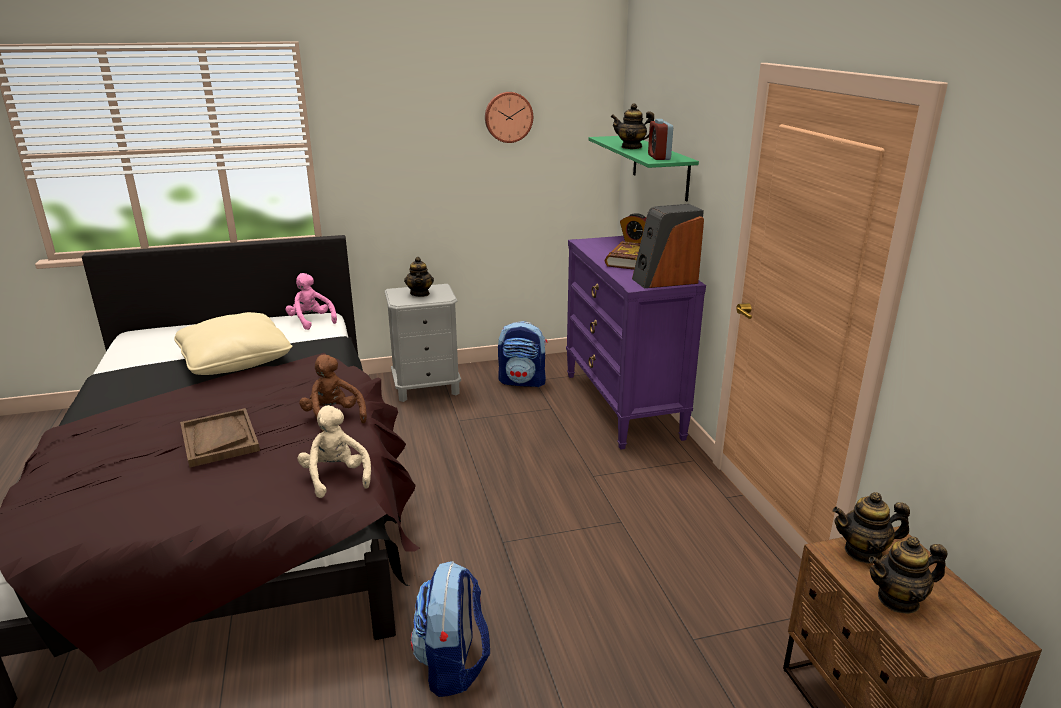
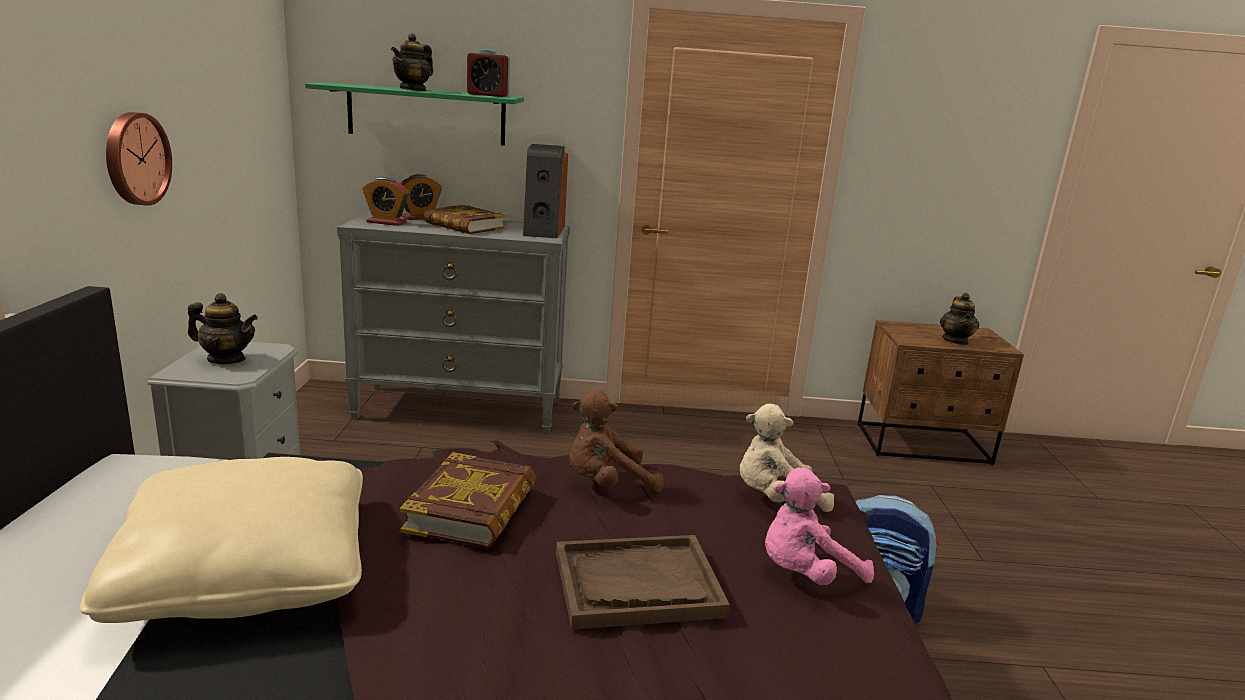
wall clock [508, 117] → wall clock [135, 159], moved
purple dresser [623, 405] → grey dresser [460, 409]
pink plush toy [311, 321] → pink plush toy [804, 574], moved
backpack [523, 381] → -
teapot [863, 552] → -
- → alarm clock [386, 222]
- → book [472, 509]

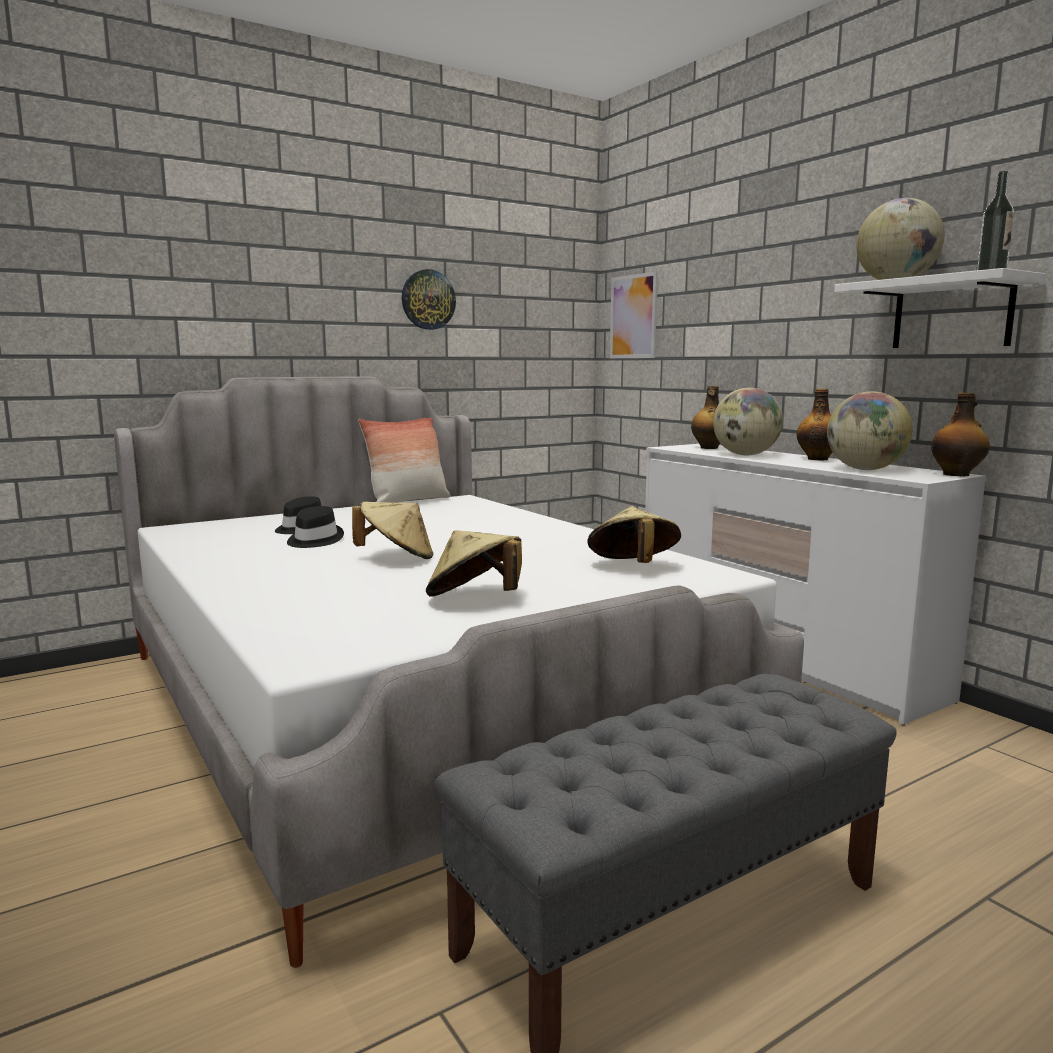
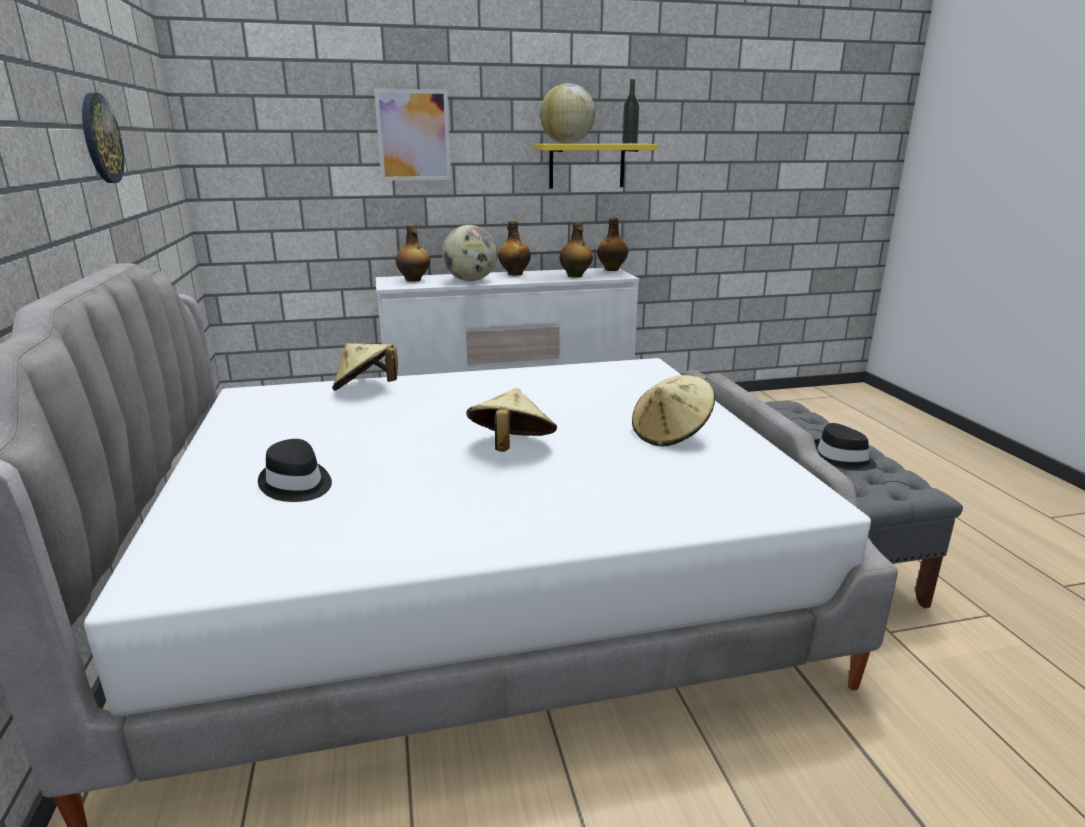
white shelf [952, 314] → yellow shelf [587, 166]
picture [633, 316] → picture [413, 135], moved
globe [865, 469] → bottle [575, 276]
pillow [408, 502] → -
black hat [314, 540] → black hat [842, 459], moved
beige hat [633, 567] → beige hat [366, 389], moved

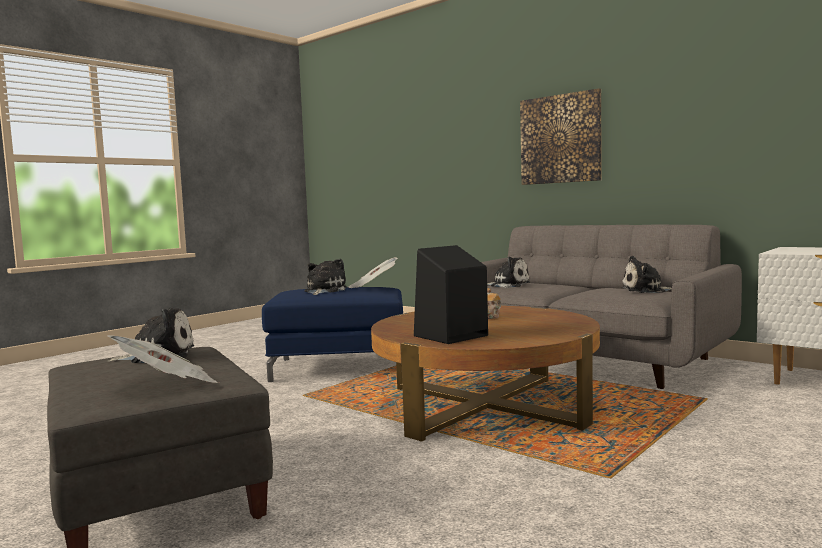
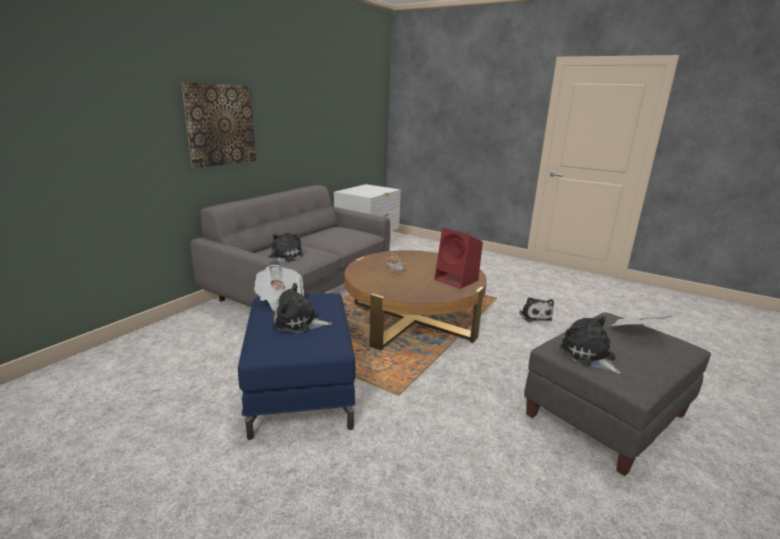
black speaker [449, 336] → red speaker [457, 280]
plush toy [646, 290] → plush toy [534, 316], moved

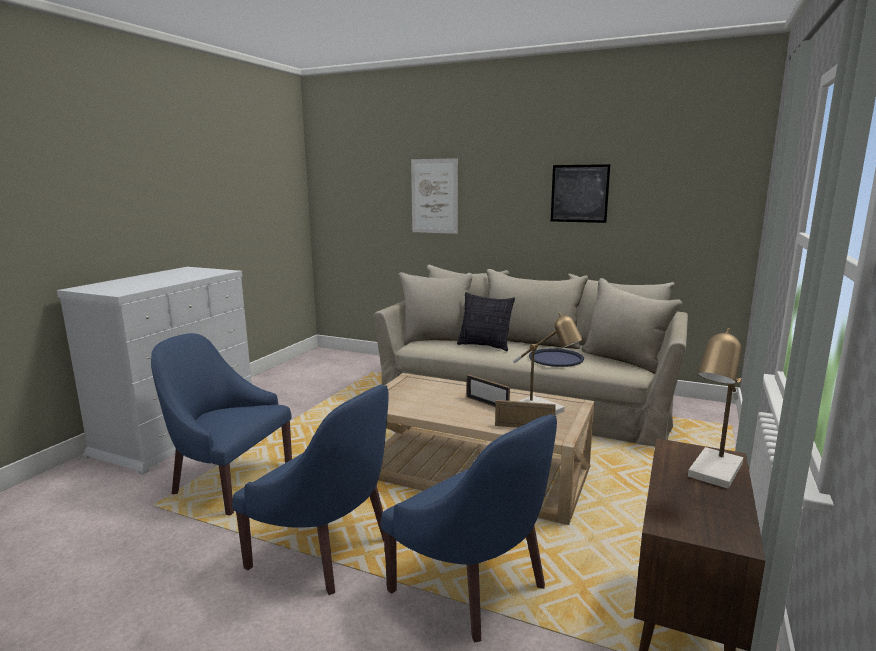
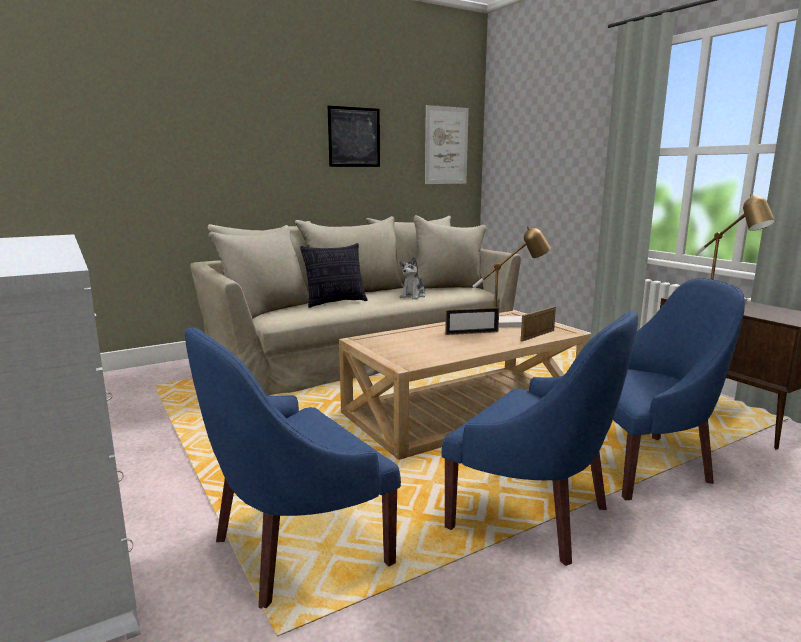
picture [434, 196] → picture [446, 145], moved
blue tray [556, 358] → plush toy [413, 296]
blue armchair [326, 550] → blue armchair [534, 514], 60 degrees clockwise

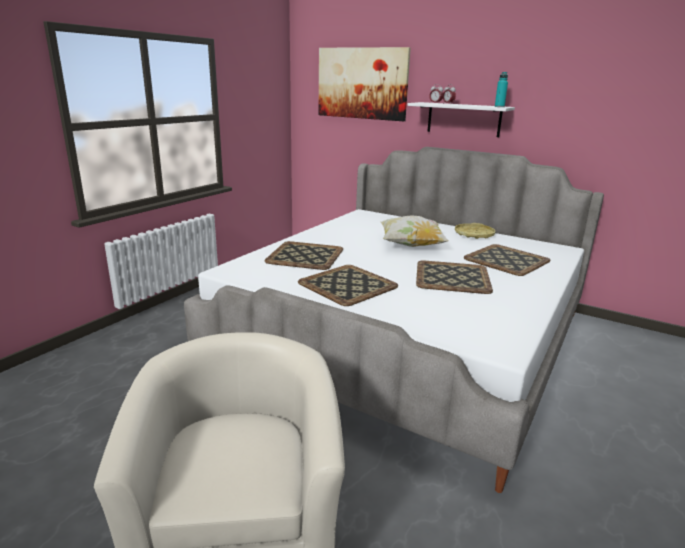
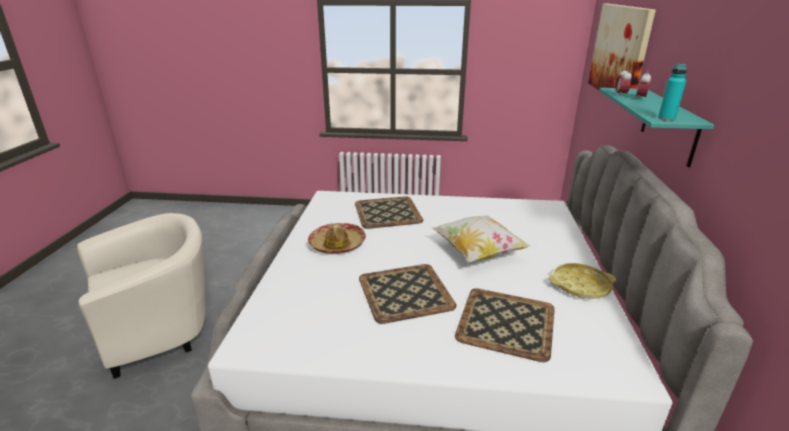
white shelf [463, 119] → turquoise shelf [669, 126]
tray [347, 285] → hat [337, 244]

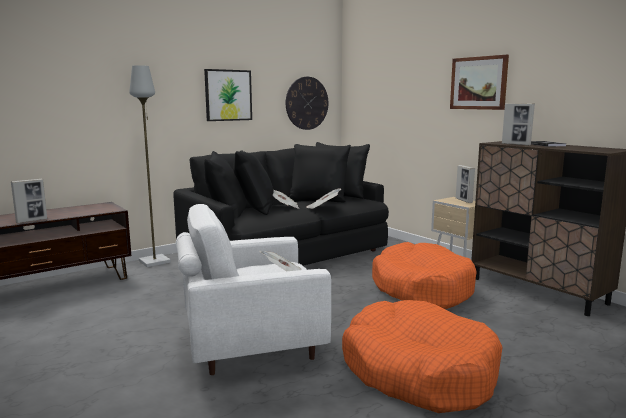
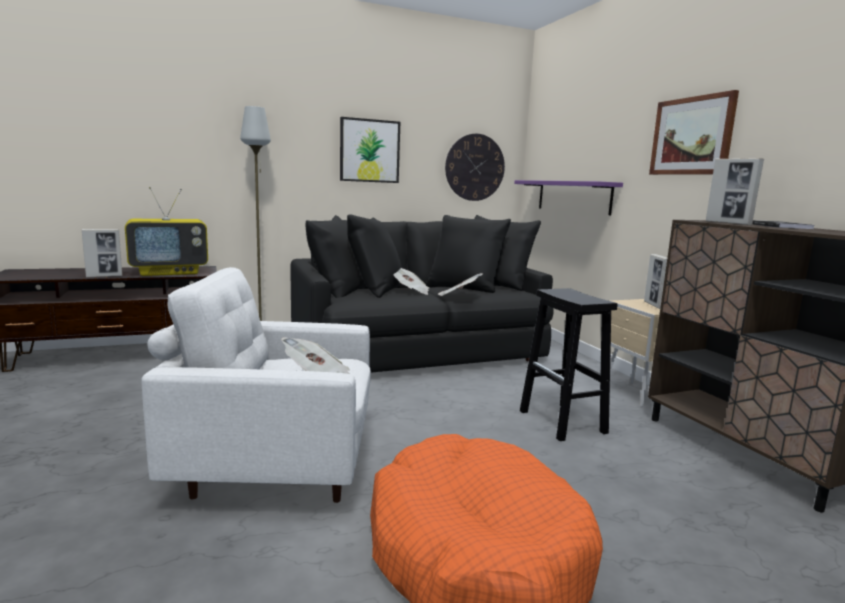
orange dog bed [422, 289] → black stool [563, 422]
- → purple shelf [573, 196]
- → television [170, 272]

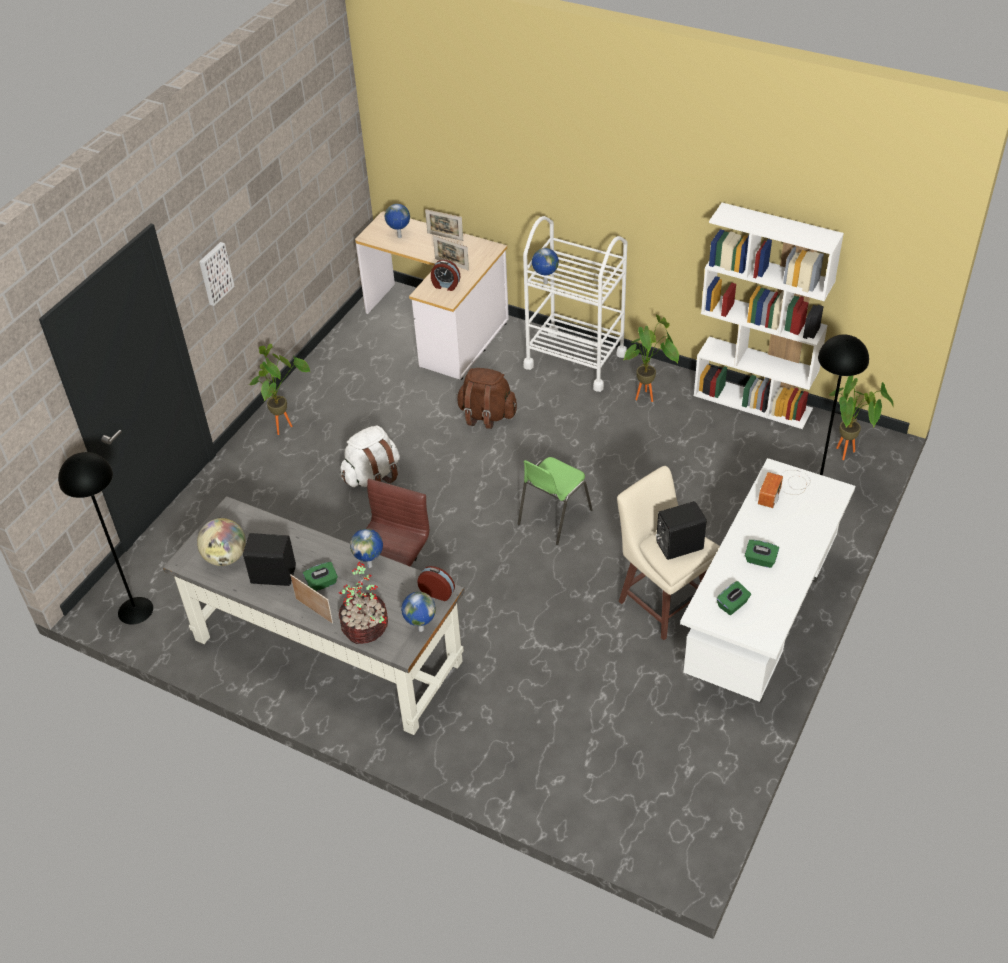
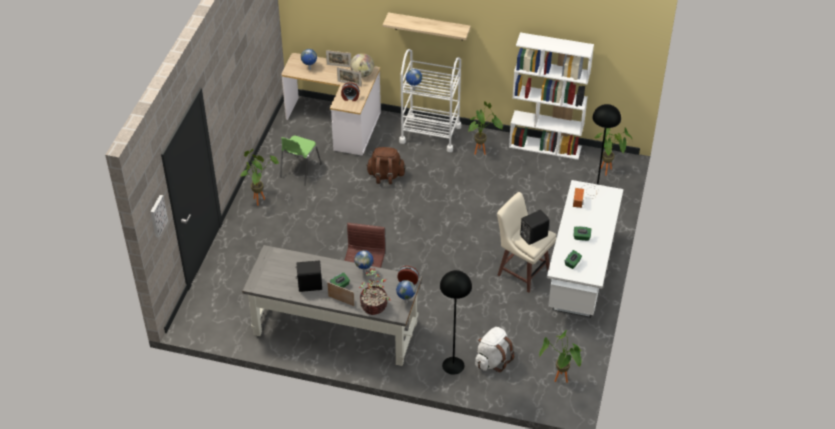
picture [214, 273] → picture [157, 215], moved
white backpack [372, 477] → white backpack [492, 360], moved
black floor lamp [135, 611] → black floor lamp [453, 365], moved
green chair [553, 517] → green chair [300, 170], moved
globe [225, 557] → globe [362, 74], moved
- → shelf [429, 26]
- → potted plant [560, 381]

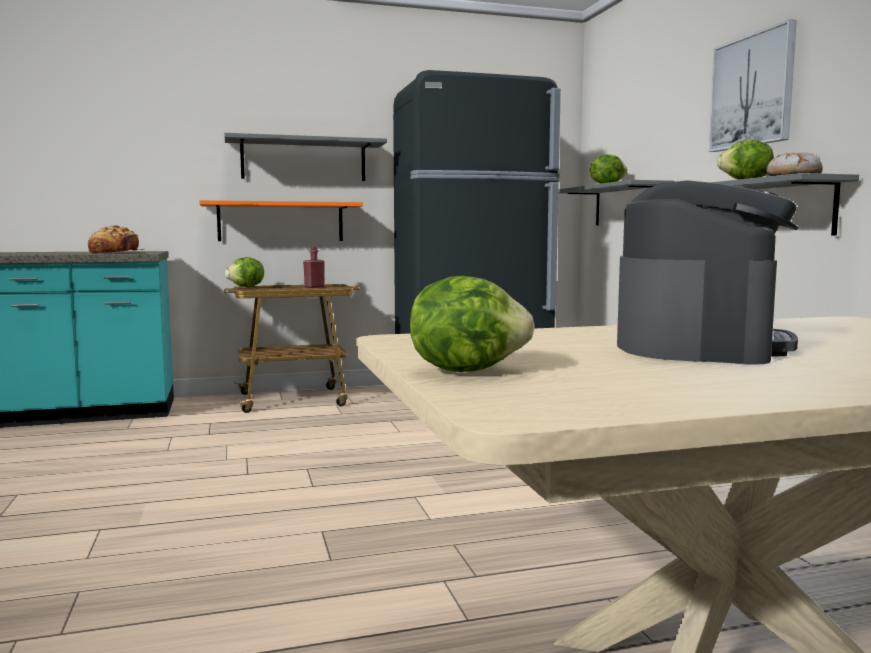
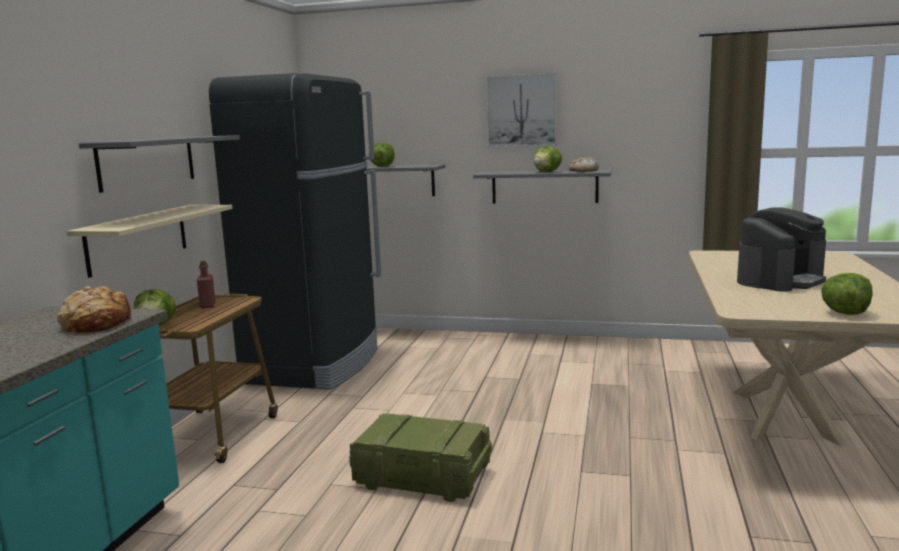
coffee machine [699, 345] → coffee machine [780, 280], 90 degrees clockwise
orange shelf [281, 222] → beige shelf [138, 238]
- → crate [424, 477]

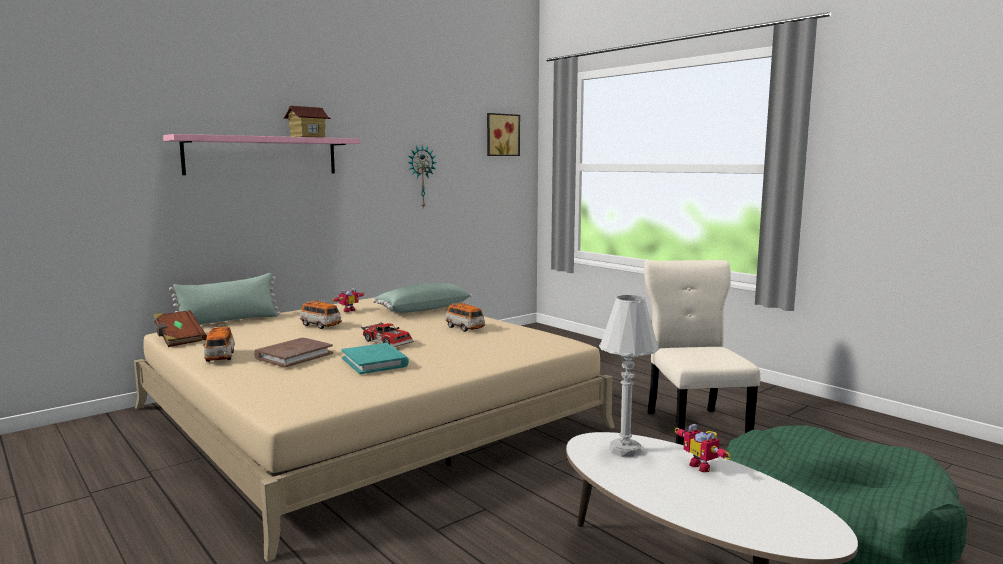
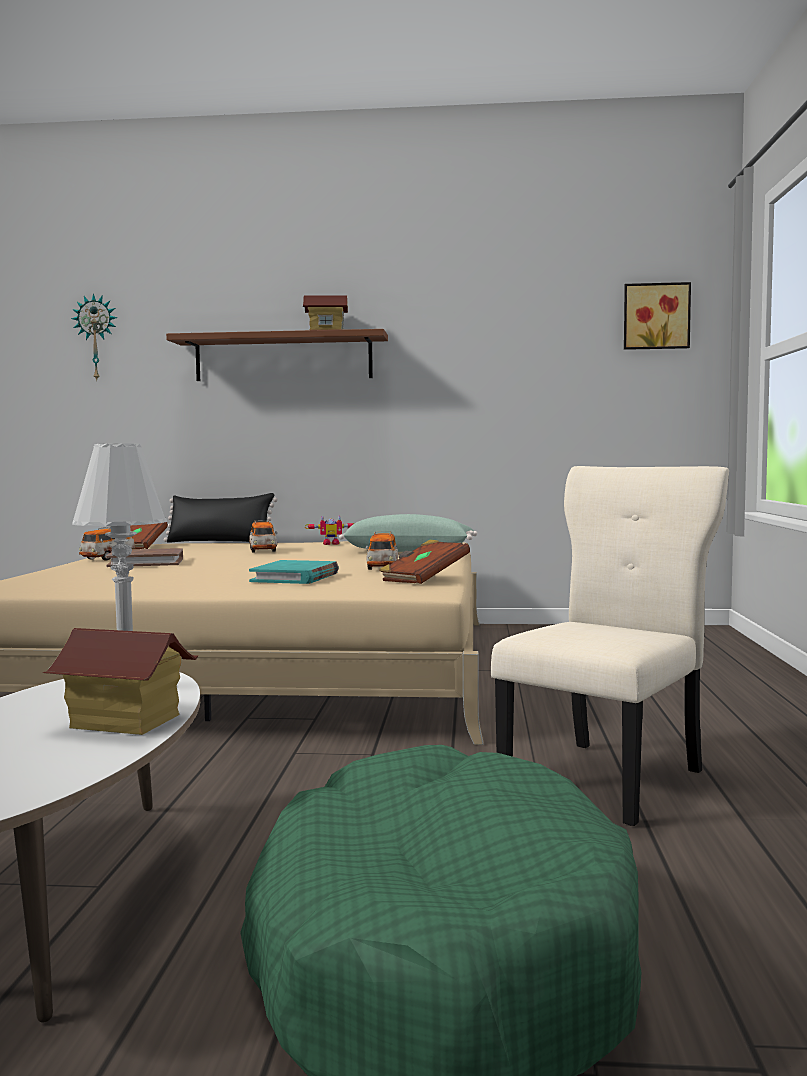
pink shelf [262, 155] → brown shelf [283, 358]
wall clock [421, 176] → wall clock [96, 338], moved
green pillow [229, 321] → black pillow [219, 542]
toy car [388, 341] → -
turquoise book [375, 362] → turquoise book [295, 577], moved
toy robot [703, 466] → toy house [125, 722]
- → brown book [424, 579]

